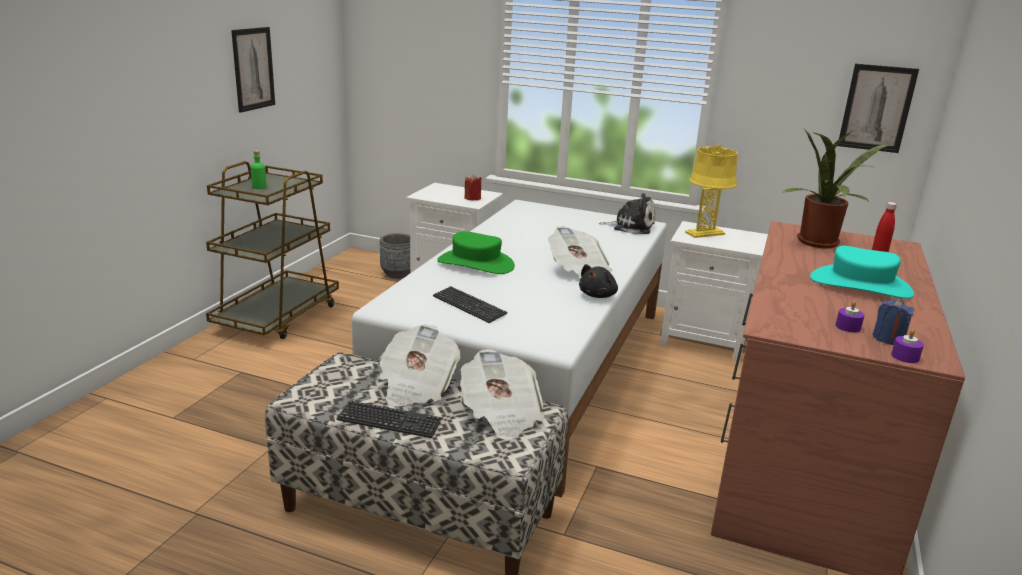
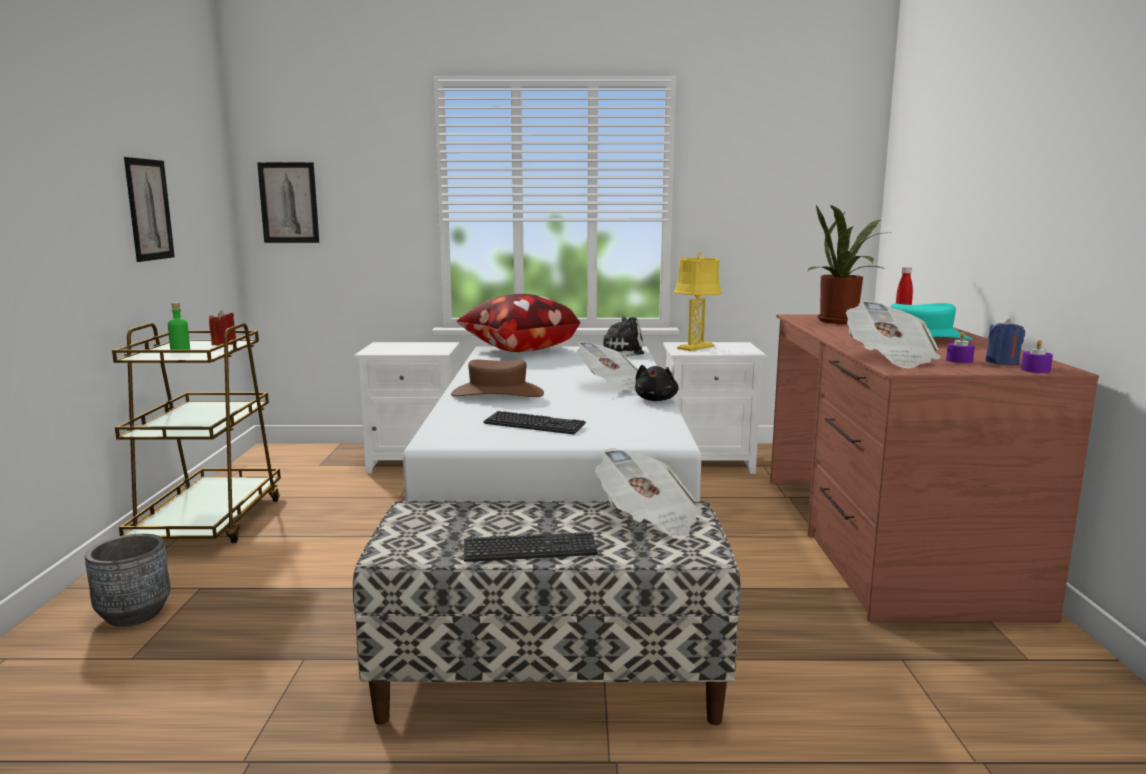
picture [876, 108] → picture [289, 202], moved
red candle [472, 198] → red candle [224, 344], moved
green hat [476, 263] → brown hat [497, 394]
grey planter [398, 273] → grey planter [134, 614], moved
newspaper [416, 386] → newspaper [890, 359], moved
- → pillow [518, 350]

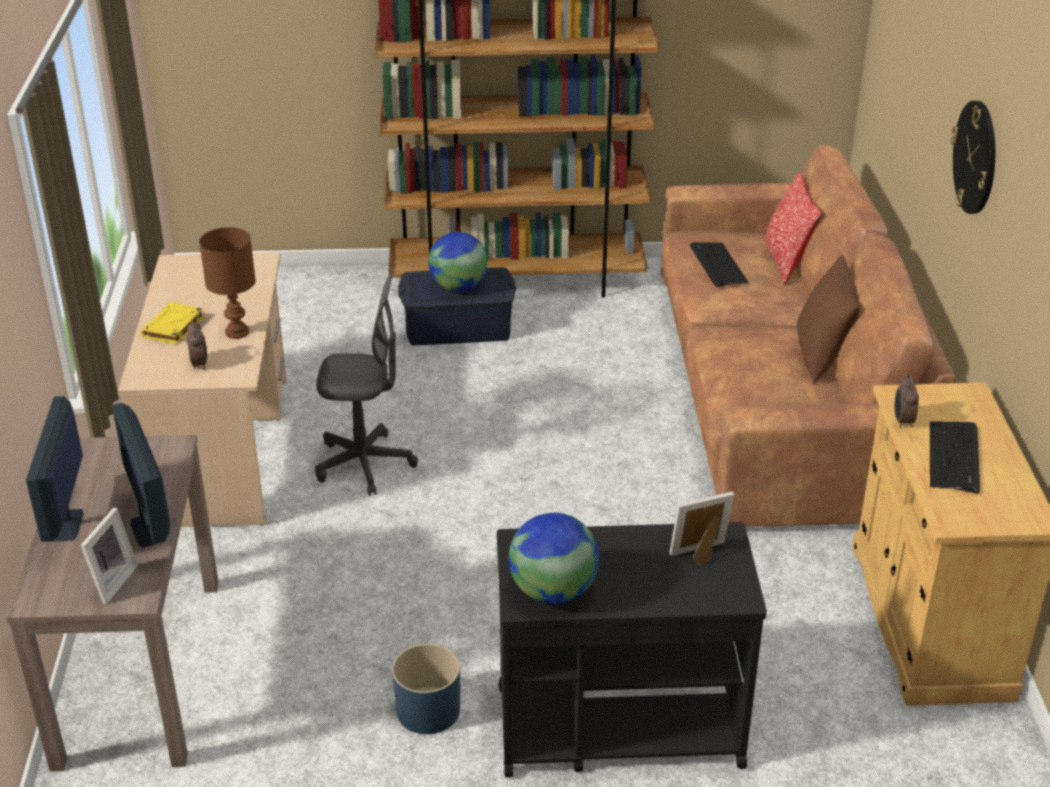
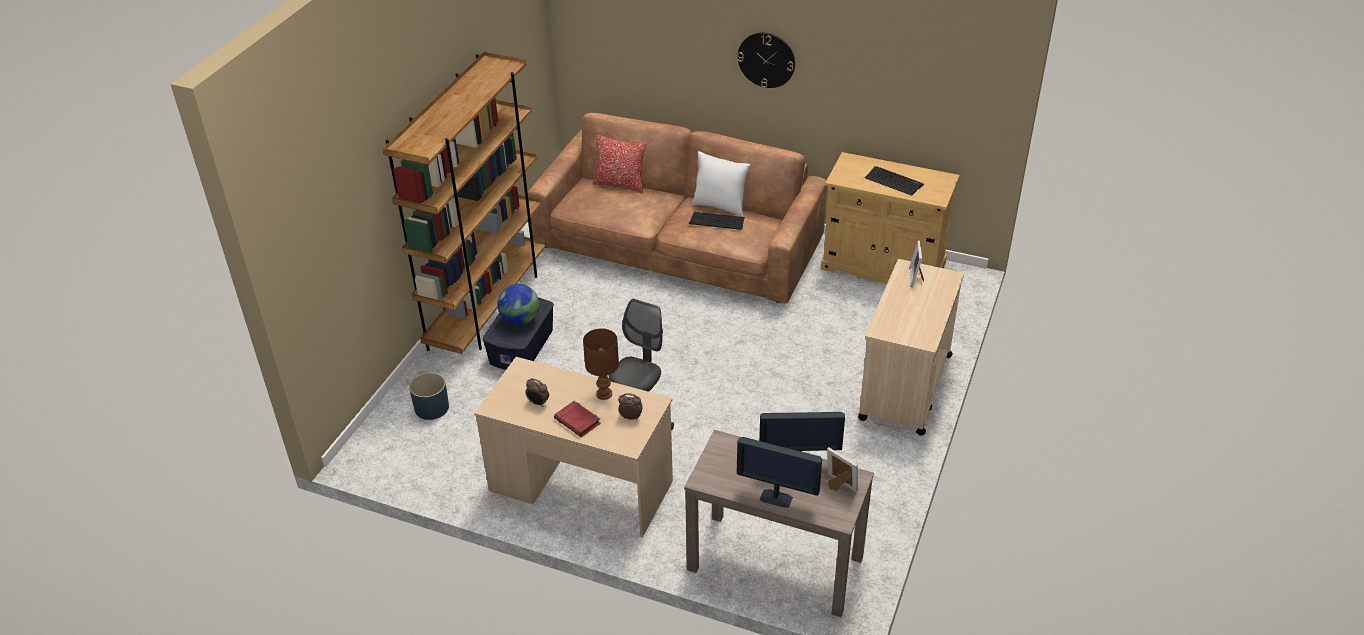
keyboard [717, 265] → keyboard [717, 221], moved
brown pillow [822, 357] → white pillow [720, 206]
yellow book [173, 327] → red book [578, 421]
alarm clock [902, 421] → alarm clock [538, 403], moved
globe [553, 591] → -
black cart [617, 725] → beige cart [905, 387]
blue planter [427, 710] → blue planter [431, 408], moved

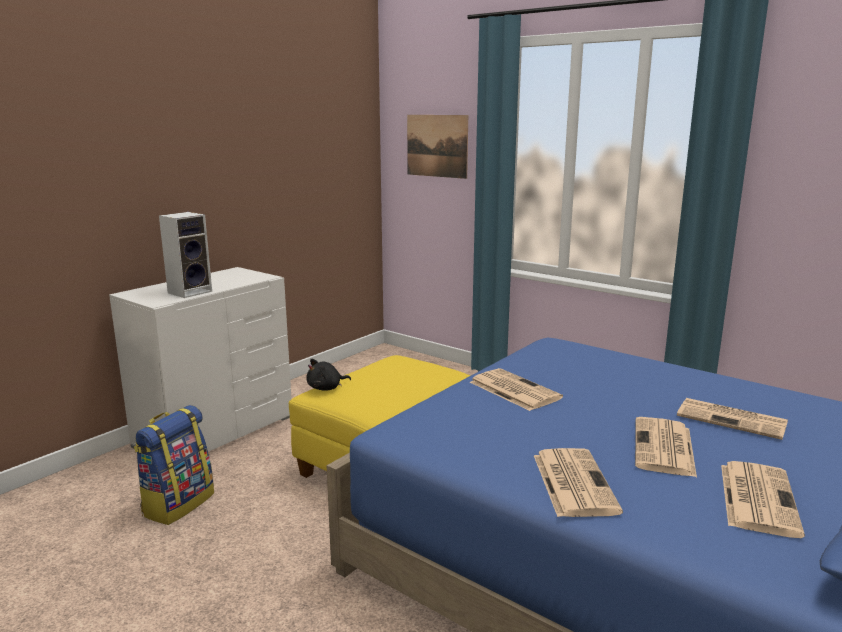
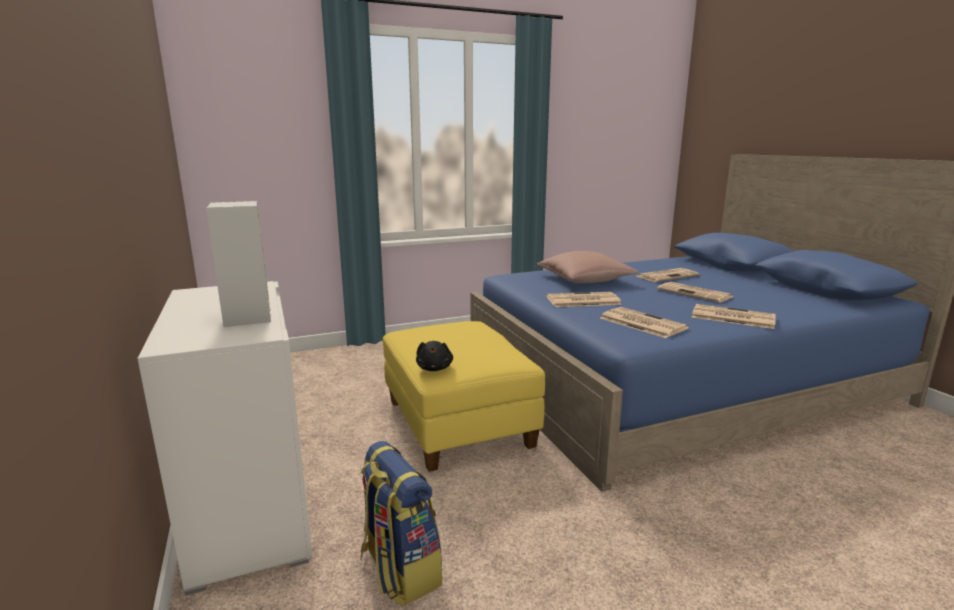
picture [437, 146] → -
newspaper [757, 498] → newspaper [641, 323], moved
- → pink pillow [585, 280]

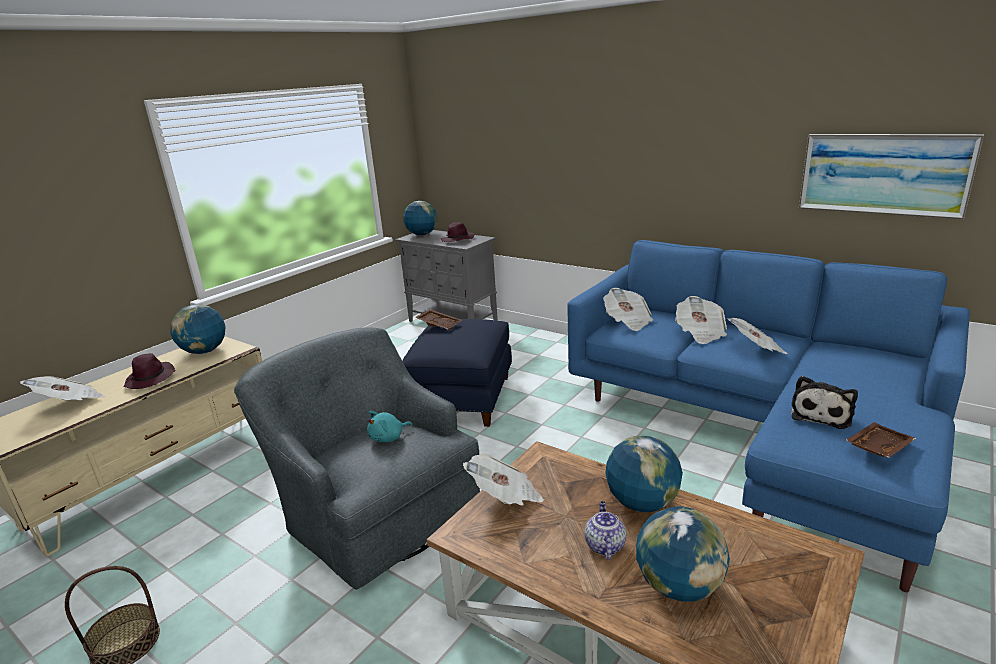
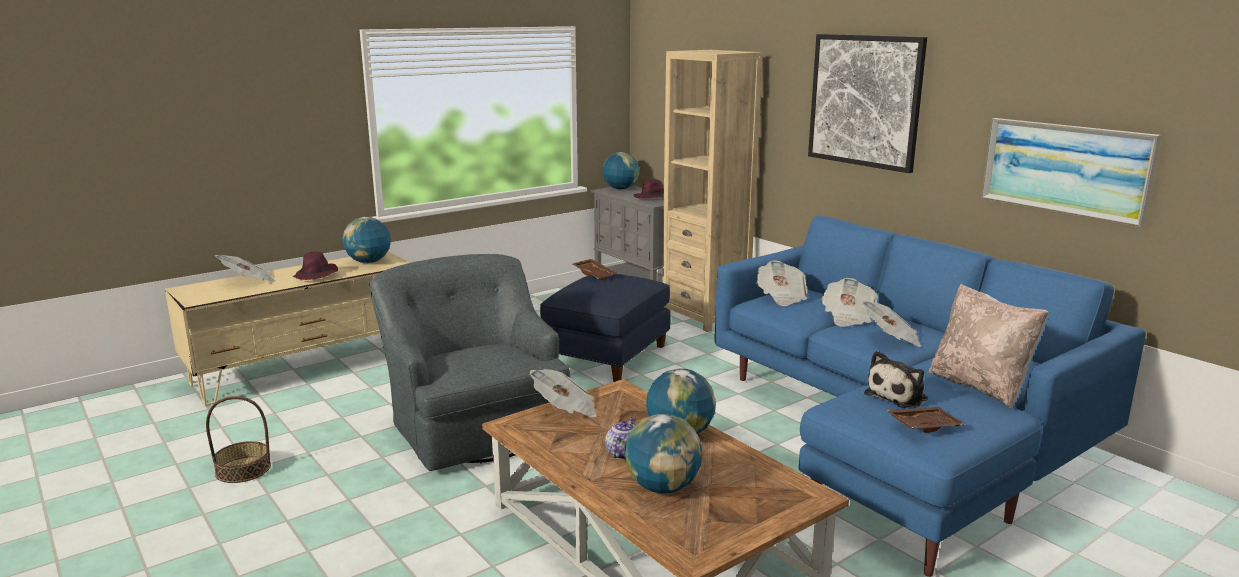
turquoise plush toy [388, 438] → -
- → picture [865, 101]
- → beige bookcase [705, 316]
- → beige pillow [980, 386]

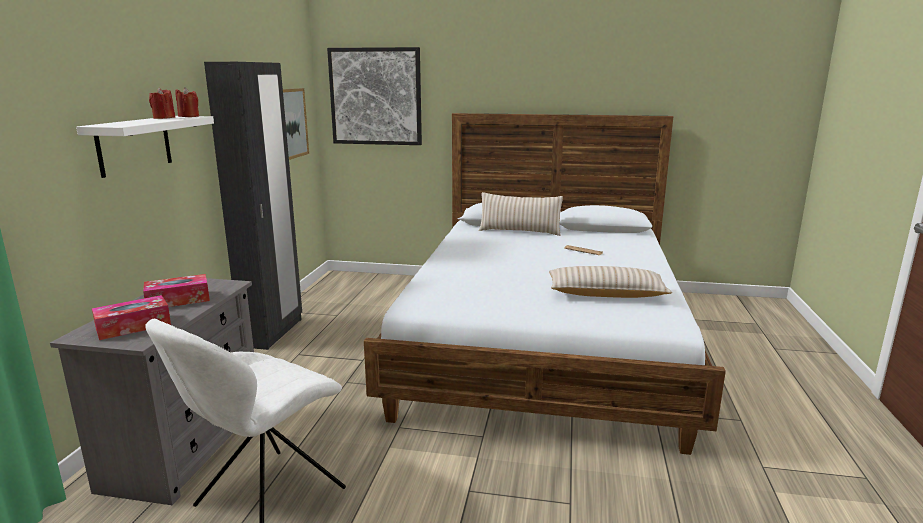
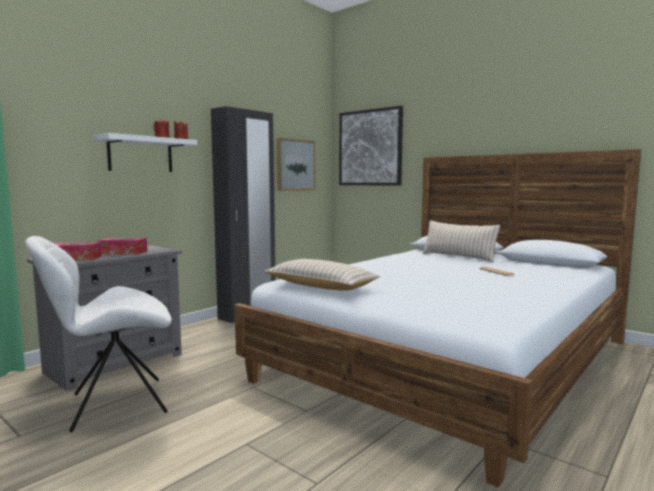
beige pillow [606, 294] → beige pillow [320, 286], moved

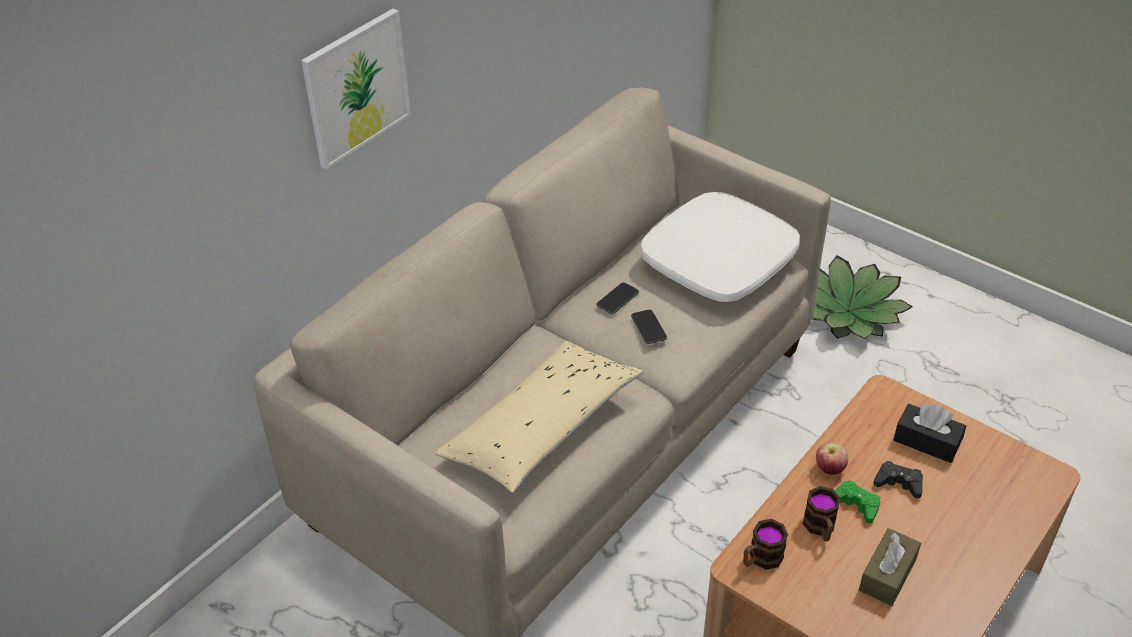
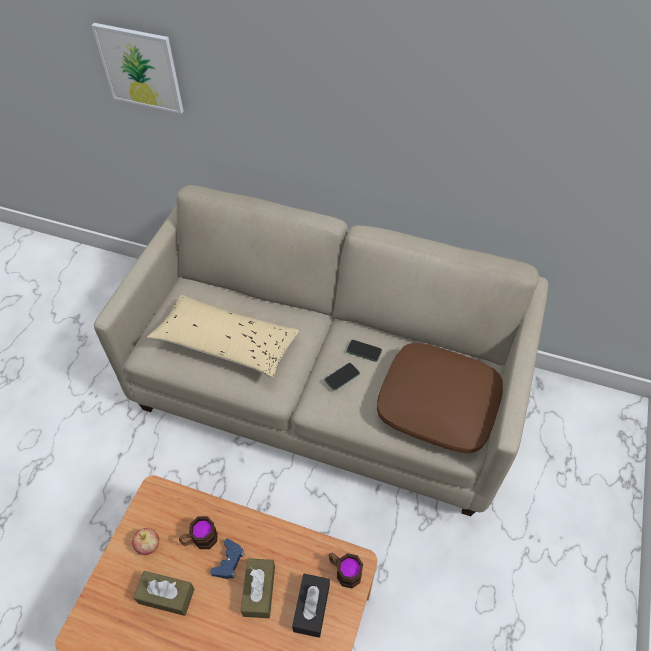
picture [356, 87] → picture [140, 68], moved
white pillow [718, 260] → brown pillow [438, 403]
potted plant [848, 311] → -
apple [829, 469] → apple [148, 545], moved
black game controller [898, 483] → brown tissue box [259, 591]
green game controller [856, 505] → blue game controller [229, 561]
mug [761, 559] → mug [344, 571], moved

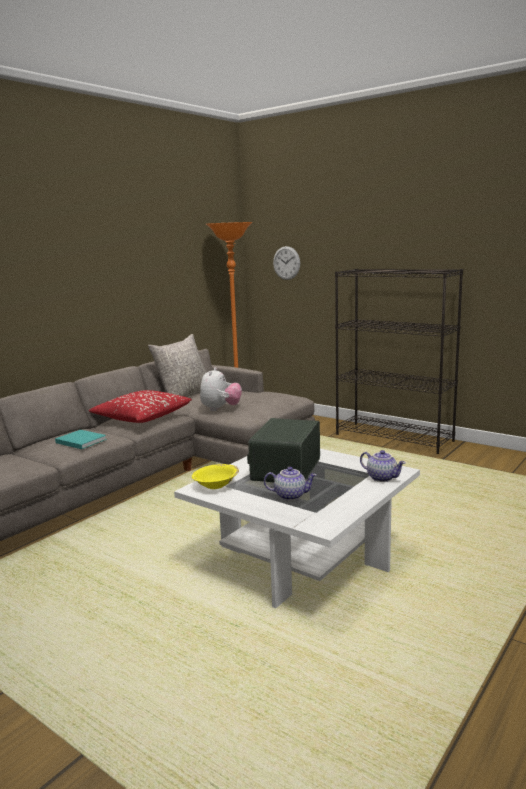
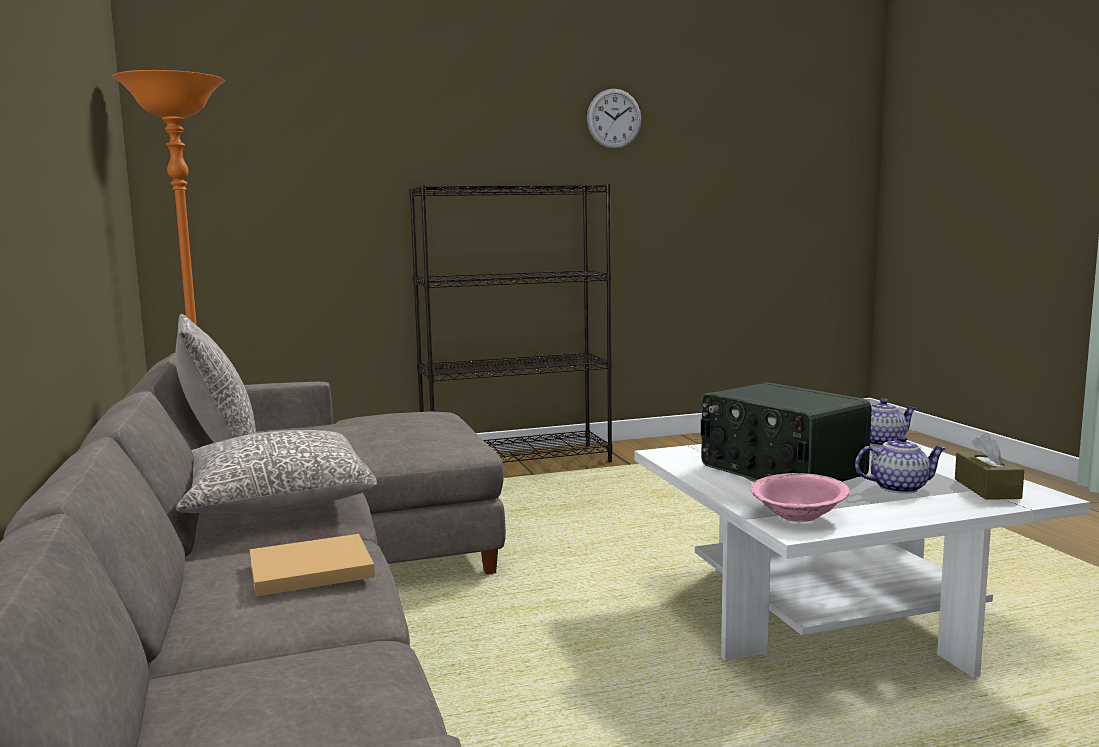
wall clock [286, 263] → wall clock [614, 119], moved
plush toy [220, 409] → -
red pillow [142, 417] → grey pillow [275, 499]
turquoise book [80, 441] → beige book [307, 570]
yellow bowl [216, 485] → pink bowl [798, 515]
teapot [290, 495] → teapot [898, 487], 45 degrees clockwise
- → brown tissue box [987, 489]

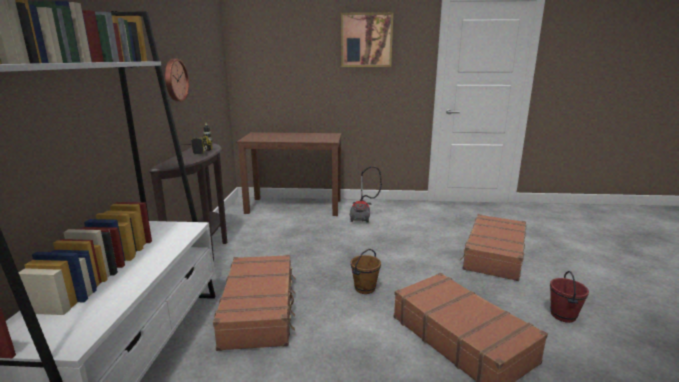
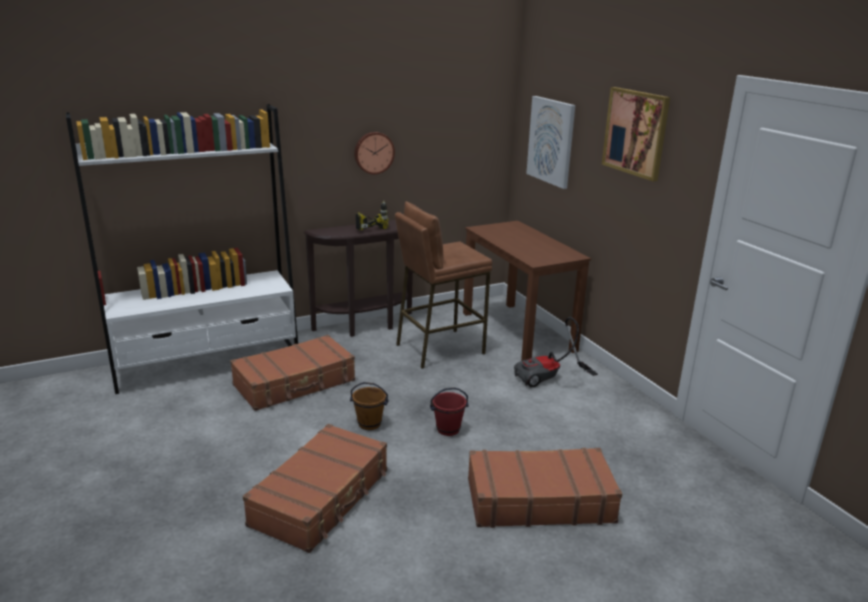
red bucket [562, 315] → red bucket [448, 429], moved
- → picture [551, 141]
- → brown stool [439, 348]

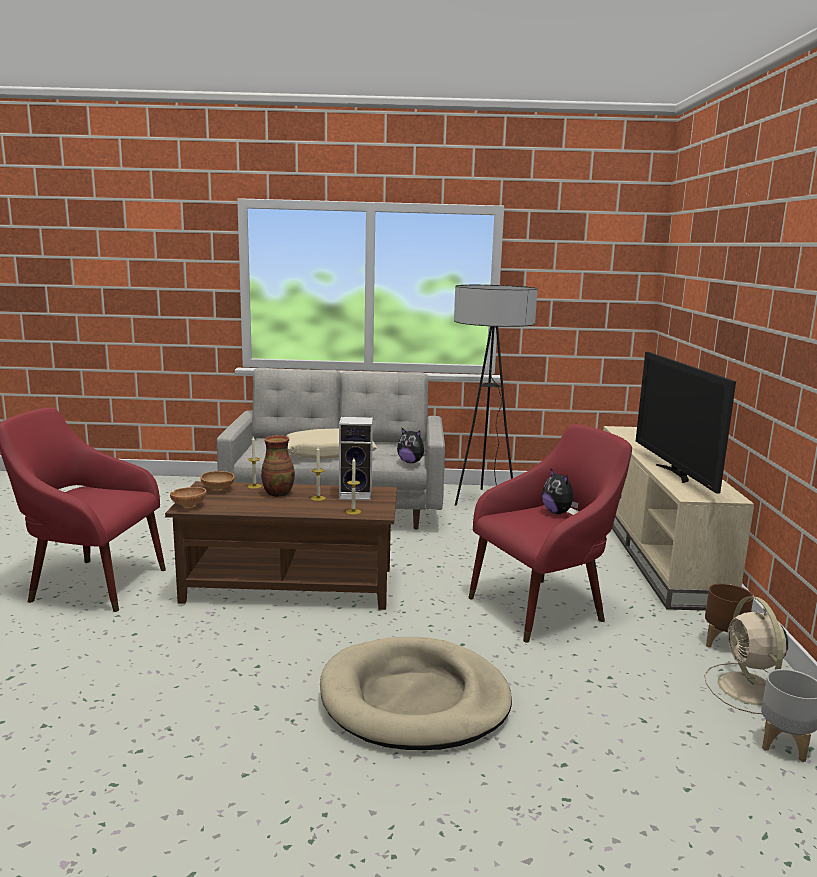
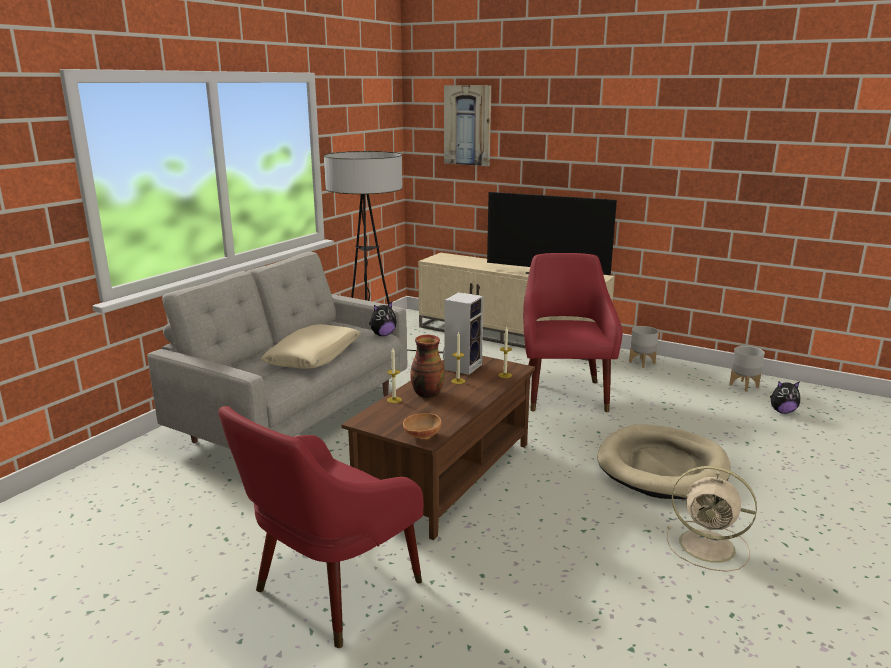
plush toy [558, 512] → plush toy [782, 411], moved
brown bowl [218, 490] → -
brown planter [724, 643] → grey planter [642, 363]
beige fan [749, 690] → beige fan [709, 546], moved
- → picture [468, 125]

